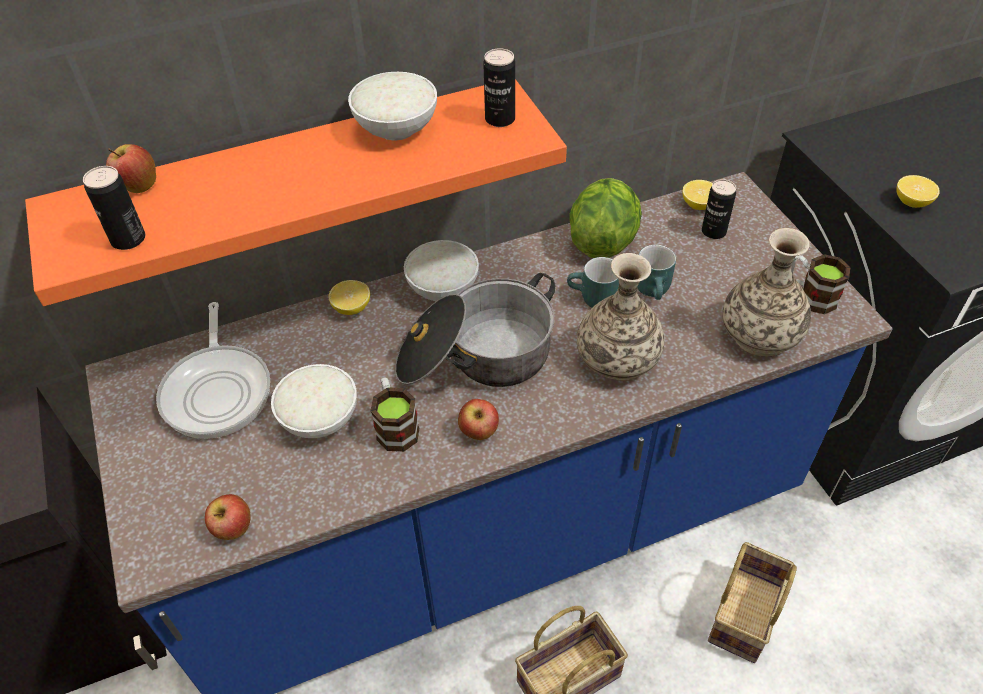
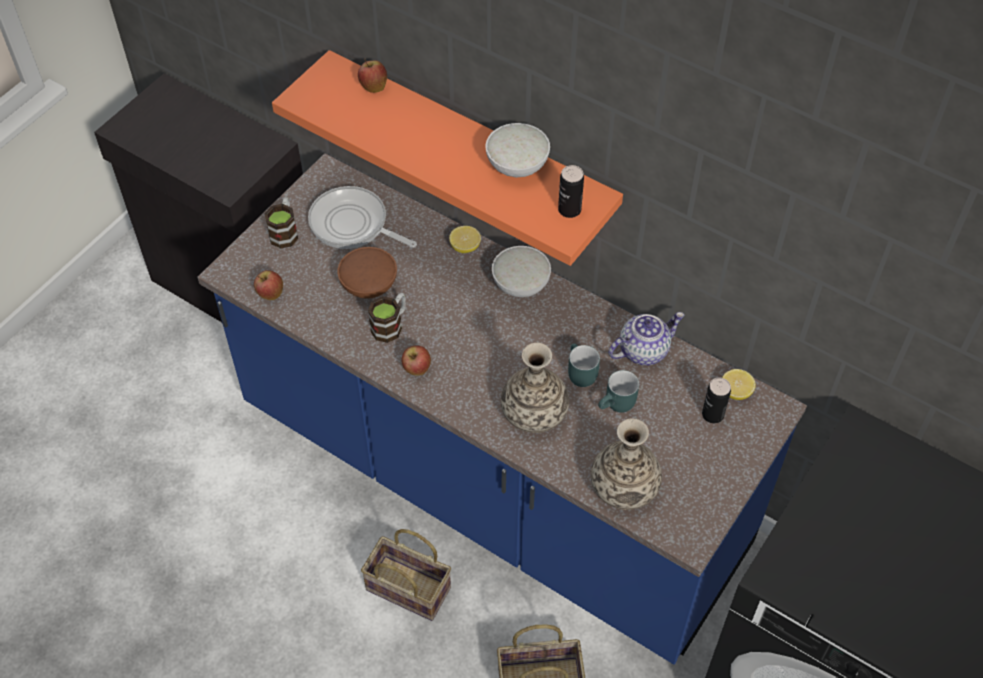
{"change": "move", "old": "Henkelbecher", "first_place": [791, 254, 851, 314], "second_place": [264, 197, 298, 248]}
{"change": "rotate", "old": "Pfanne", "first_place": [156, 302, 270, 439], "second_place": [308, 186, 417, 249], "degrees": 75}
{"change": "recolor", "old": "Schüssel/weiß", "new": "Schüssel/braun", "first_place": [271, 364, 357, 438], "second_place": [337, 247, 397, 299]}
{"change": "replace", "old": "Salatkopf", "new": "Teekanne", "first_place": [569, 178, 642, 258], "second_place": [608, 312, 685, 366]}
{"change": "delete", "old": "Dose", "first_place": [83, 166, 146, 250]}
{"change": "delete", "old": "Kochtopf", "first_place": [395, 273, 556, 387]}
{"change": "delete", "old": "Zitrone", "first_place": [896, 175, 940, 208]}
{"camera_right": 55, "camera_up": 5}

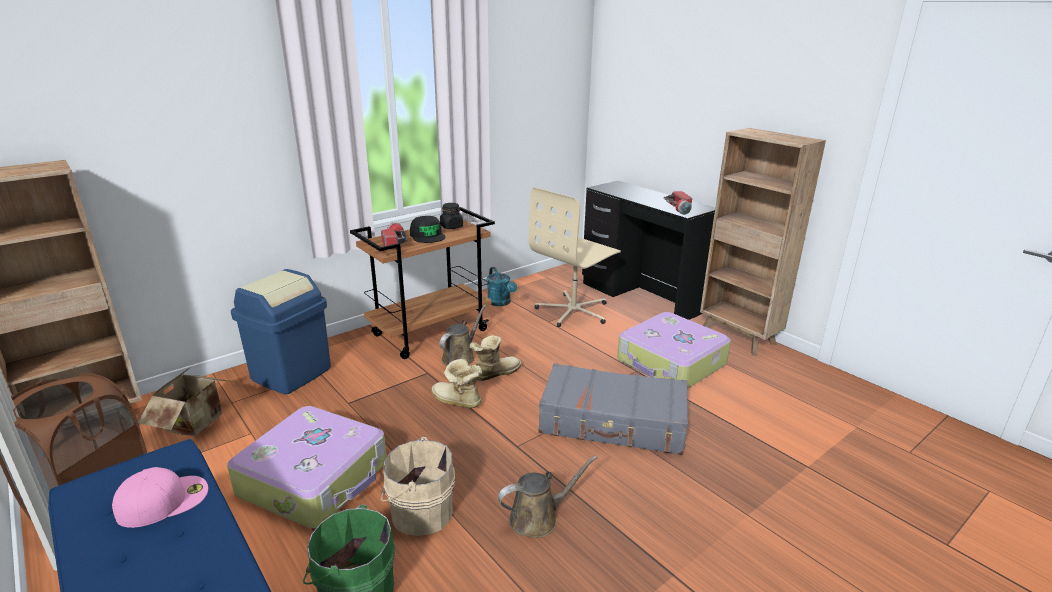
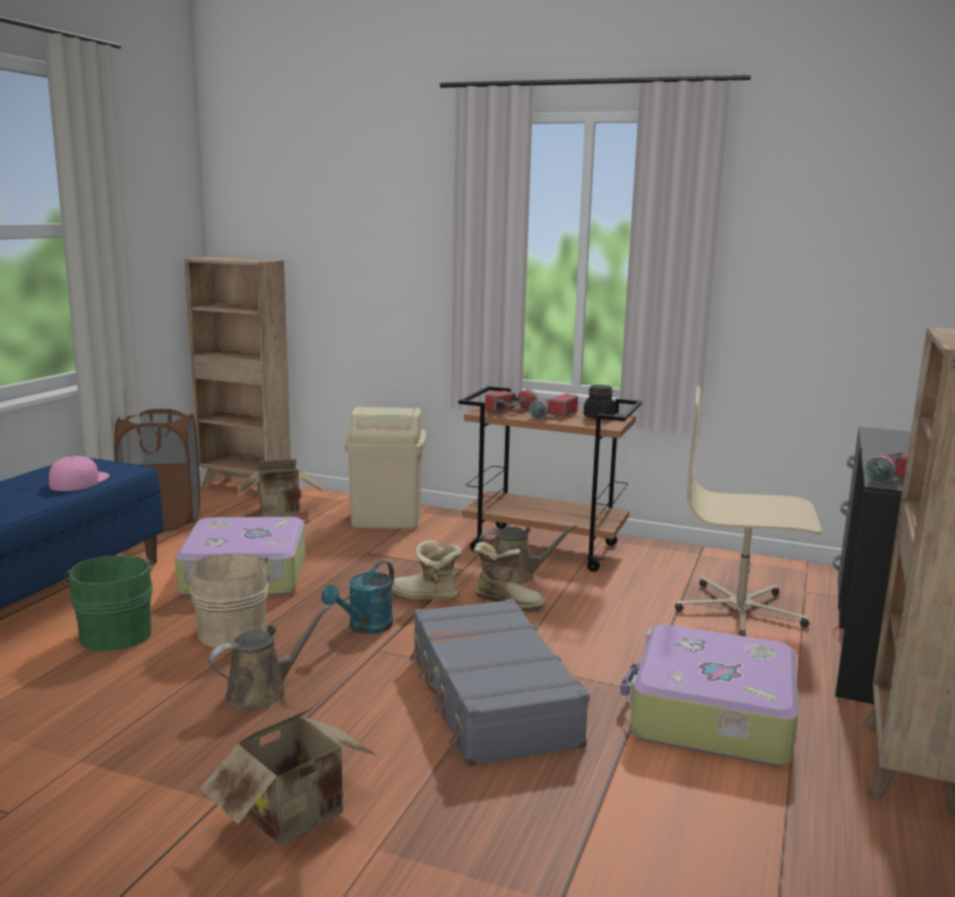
{"change": "rotate", "old": "Kappe/rosa", "first_place": [112, 467, 208, 528], "second_place": [49, 456, 110, 491], "degrees": -105}
{"change": "insert", "new": "Karton", "second_place": [201, 706, 376, 845]}
{"change": "rotate", "old": "Gießkanne/braun", "first_place": [498, 456, 598, 538], "second_place": [209, 605, 331, 709], "degrees": -75}
{"change": "move", "old": "Gießkanne/türkis", "first_place": [487, 267, 517, 306], "second_place": [321, 561, 394, 634]}
{"change": "recolor", "old": "Mülleimer/blau", "new": "Mülleimer/beige", "first_place": [231, 269, 331, 394], "second_place": [345, 407, 426, 529]}
{"change": "rotate", "old": "Stiefel", "first_place": [431, 359, 482, 408], "second_place": [391, 540, 463, 600], "degrees": -75}
{"change": "replace", "old": "Kappe/schwarz", "new": "Taschenlampe", "first_place": [410, 216, 446, 243], "second_place": [529, 393, 578, 419]}
{"camera_right": 60, "camera_up": -10}

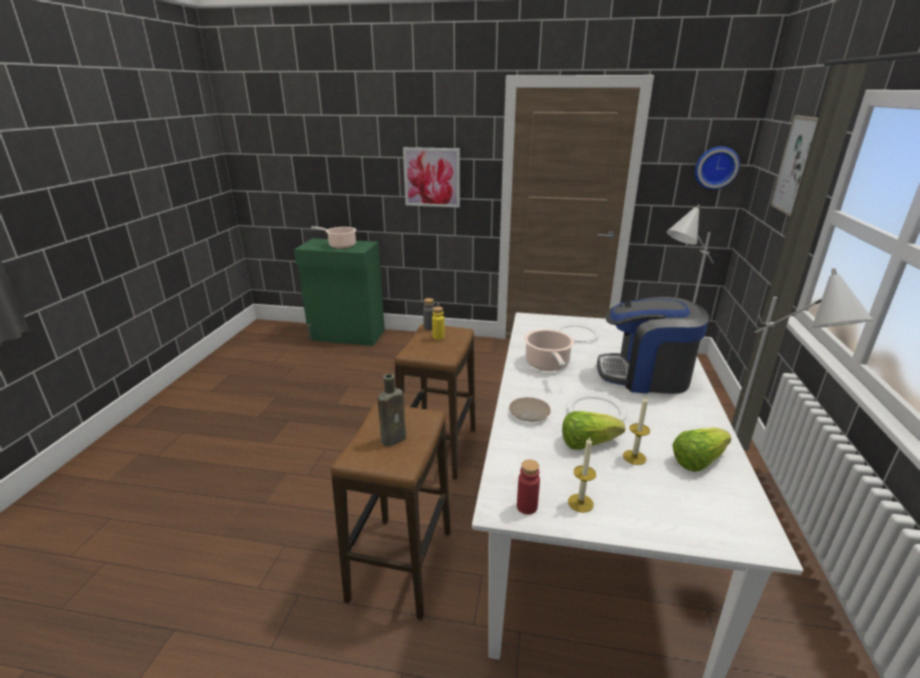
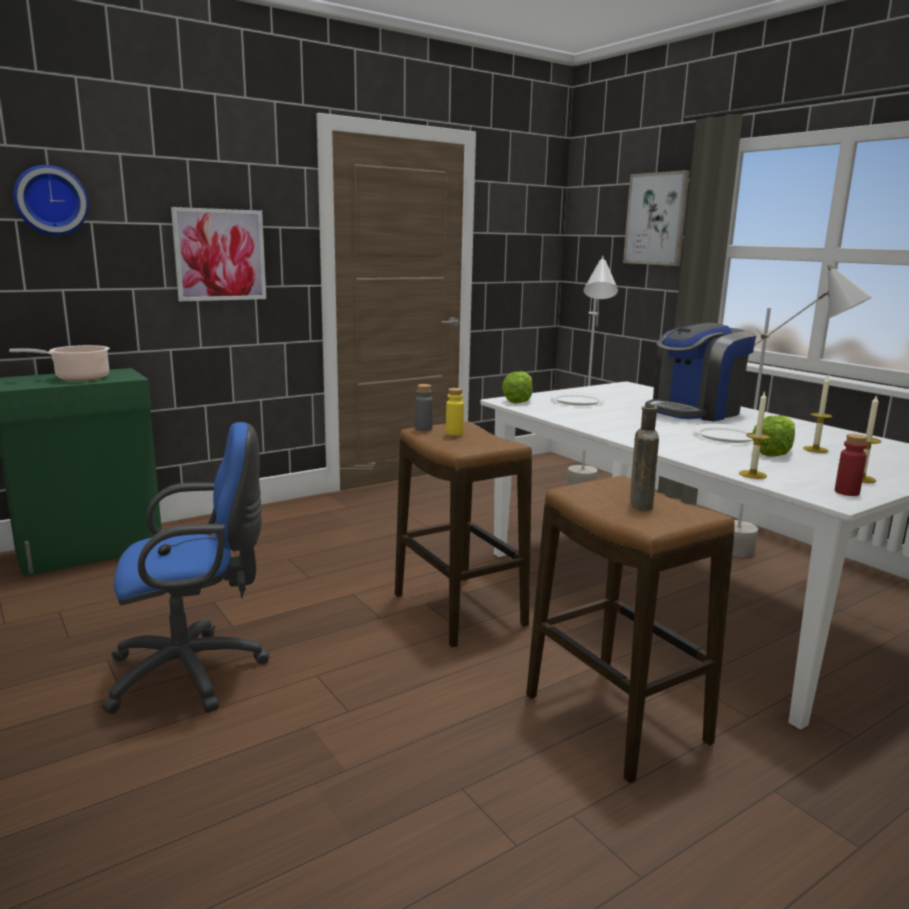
{"change": "move", "old": "Wanduhr", "first_place": [695, 146, 740, 189], "second_place": [13, 165, 89, 235]}
{"change": "insert", "new": "Bürostuhl/blau", "second_place": [101, 422, 269, 714]}
{"change": "move", "old": "Salatkopf", "first_place": [672, 427, 732, 472], "second_place": [502, 371, 532, 404]}
{"change": "insert", "new": "Kerze", "second_place": [739, 391, 770, 479]}
{"change": "delete", "old": "Teller/beige", "first_place": [509, 397, 551, 421]}
{"change": "delete", "old": "Kochtopf", "first_place": [524, 329, 574, 371]}
{"camera_right": -45, "camera_up": -10}

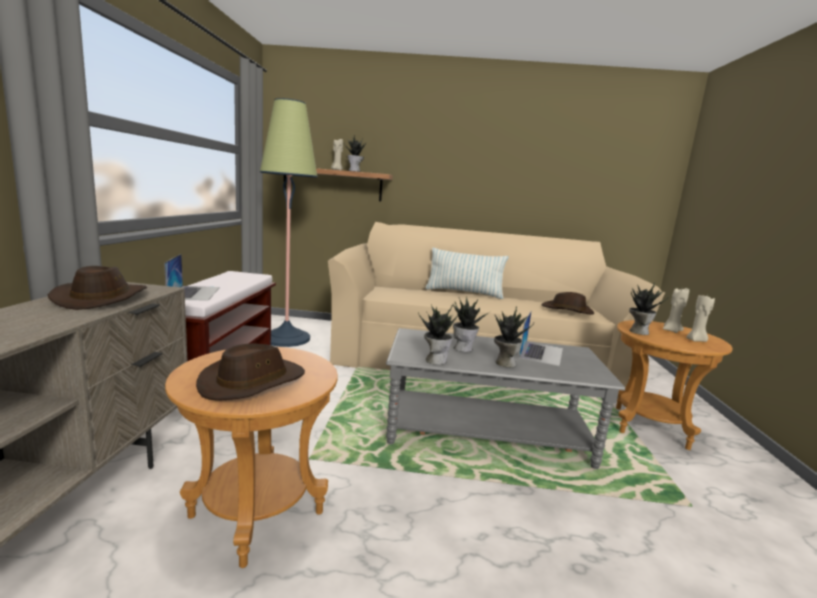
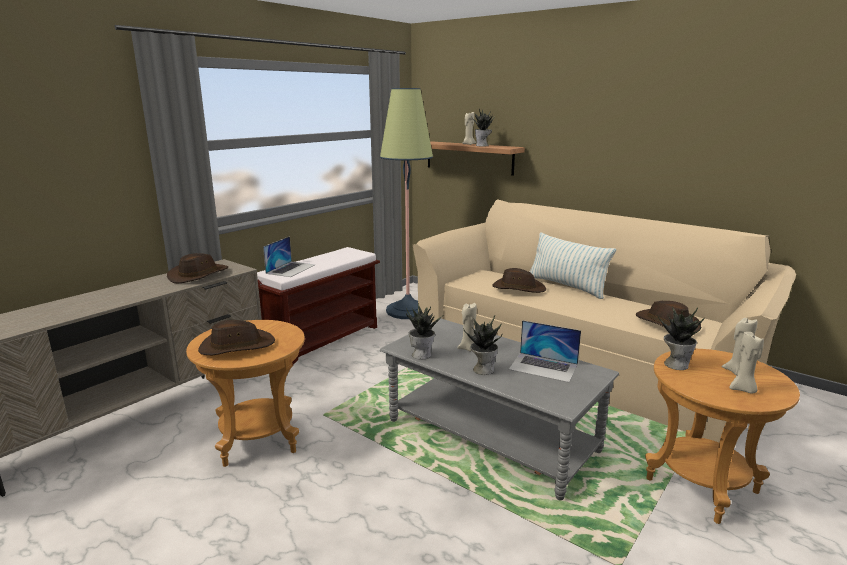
{"change": "replace", "old": "Topfpflanze", "new": "Kerze/beige", "first_place": [453, 297, 490, 352], "second_place": [457, 303, 477, 352]}
{"change": "insert", "new": "Hut/braun", "second_place": [493, 268, 546, 293]}
{"change": "rotate", "old": "Laptop", "first_place": [519, 310, 563, 366], "second_place": [509, 320, 581, 383], "degrees": 60}
{"camera_right": 35, "camera_up": 5}

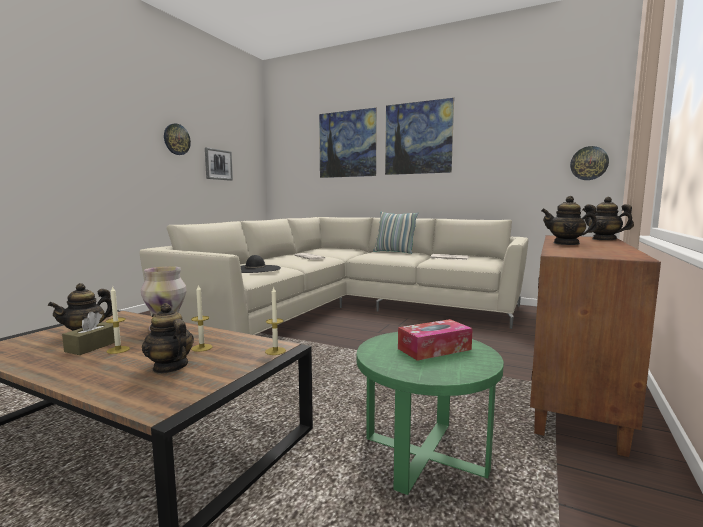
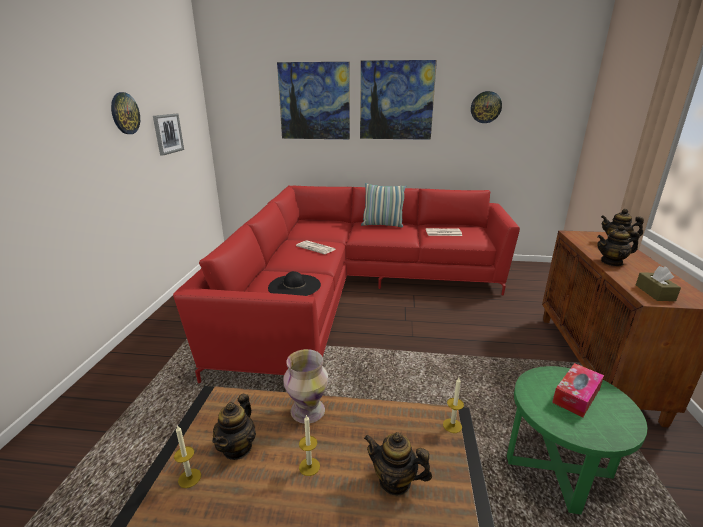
{"change": "recolor", "old": "Sofa/beige", "new": "Sofa/rot", "first_place": [140, 217, 529, 335], "second_place": [173, 186, 520, 383]}
{"change": "move", "old": "Kerze", "first_place": [191, 285, 213, 352], "second_place": [174, 425, 201, 488]}
{"change": "move", "old": "Wanduhr", "first_place": [570, 146, 609, 180], "second_place": [471, 91, 502, 123]}
{"change": "move", "old": "Taschentuchbox/braun", "first_place": [62, 312, 115, 355], "second_place": [636, 266, 681, 301]}
{"camera_right": -20, "camera_up": 15}

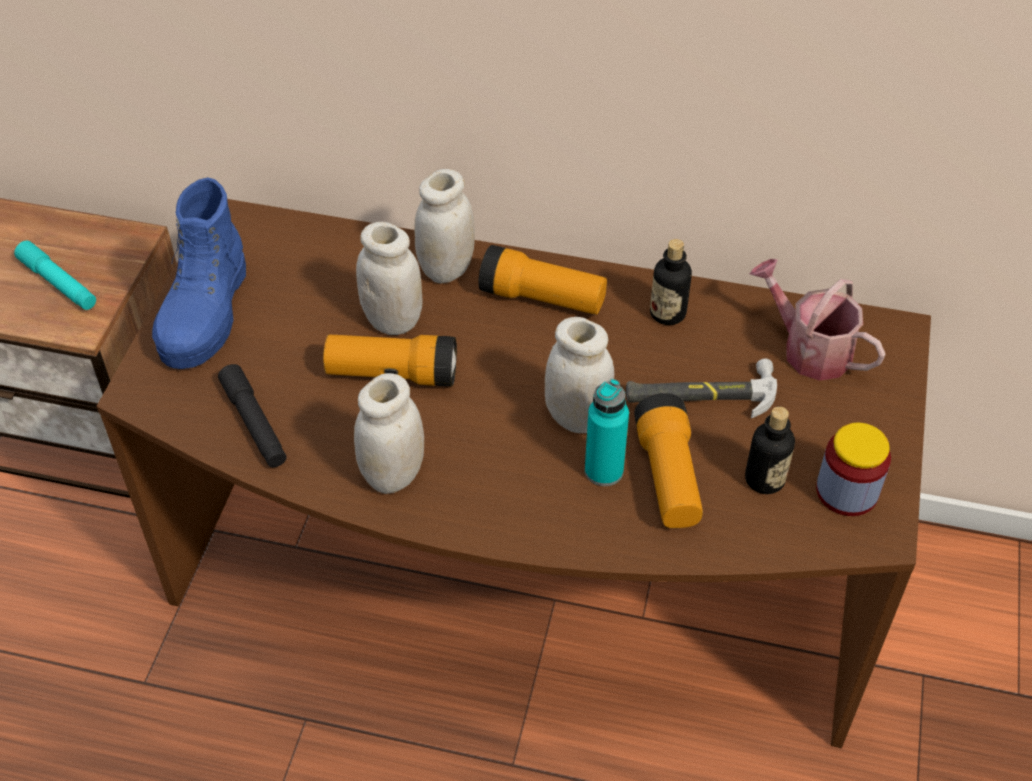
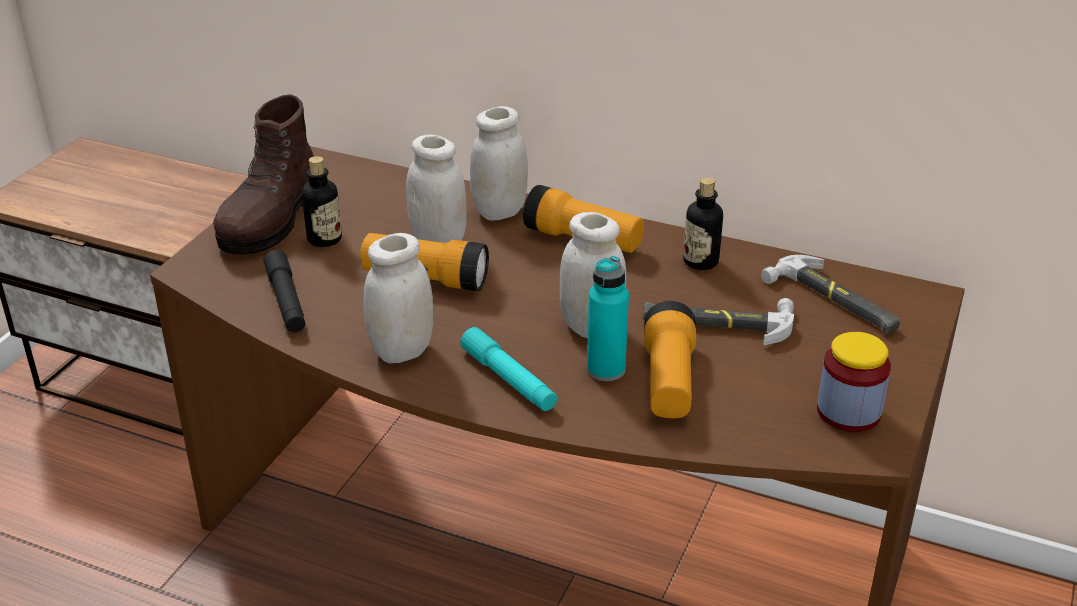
{"change": "recolor", "old": "Stiefel/blau", "new": "Stiefel/braun", "first_place": [152, 177, 246, 369], "second_place": [213, 94, 314, 254]}
{"change": "move", "old": "Flasche", "first_place": [745, 406, 795, 494], "second_place": [302, 156, 342, 247]}
{"change": "move", "old": "Taschenlampe/türkis", "first_place": [14, 240, 96, 310], "second_place": [460, 327, 557, 411]}
{"change": "replace", "old": "Gießkanne", "new": "Hammer", "first_place": [750, 259, 886, 381], "second_place": [761, 255, 900, 334]}
{"camera_right": 10, "camera_up": -15}

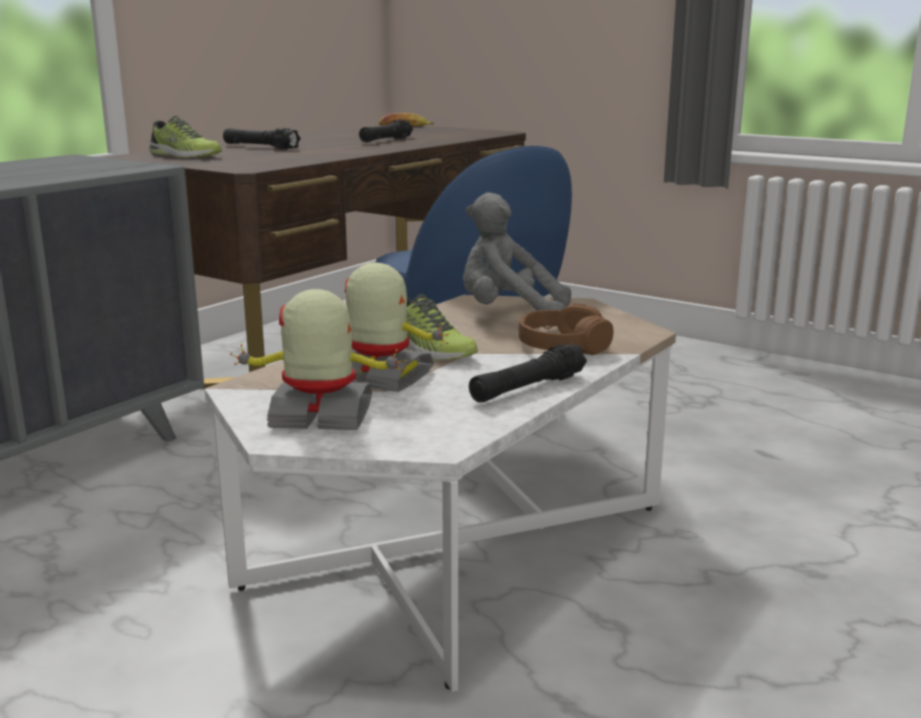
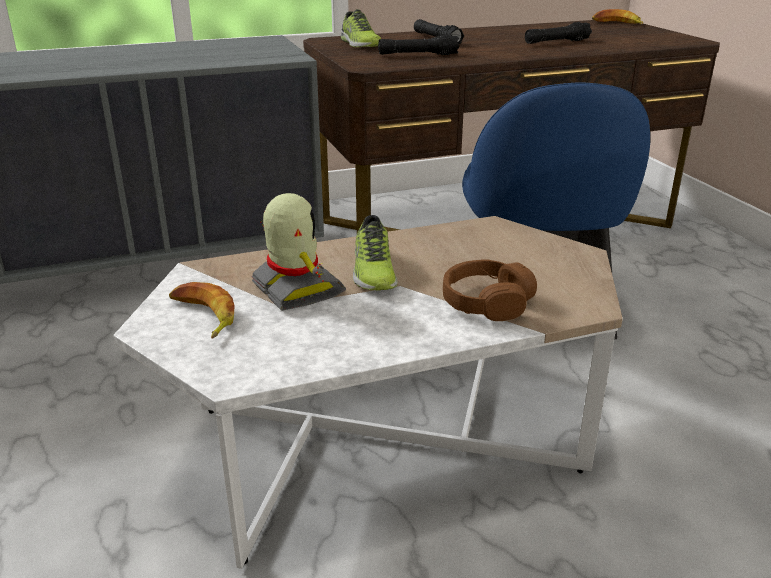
{"change": "replace", "old": "Spielzeugroboter", "new": "Banane", "first_place": [230, 289, 406, 430], "second_place": [169, 282, 235, 338]}
{"change": "move", "old": "Taschenlampe/schwarz", "first_place": [469, 344, 587, 403], "second_place": [378, 35, 459, 55]}
{"change": "delete", "old": "Plüschtier/grau", "first_place": [463, 192, 571, 311]}
{"camera_right": 35, "camera_up": 10}

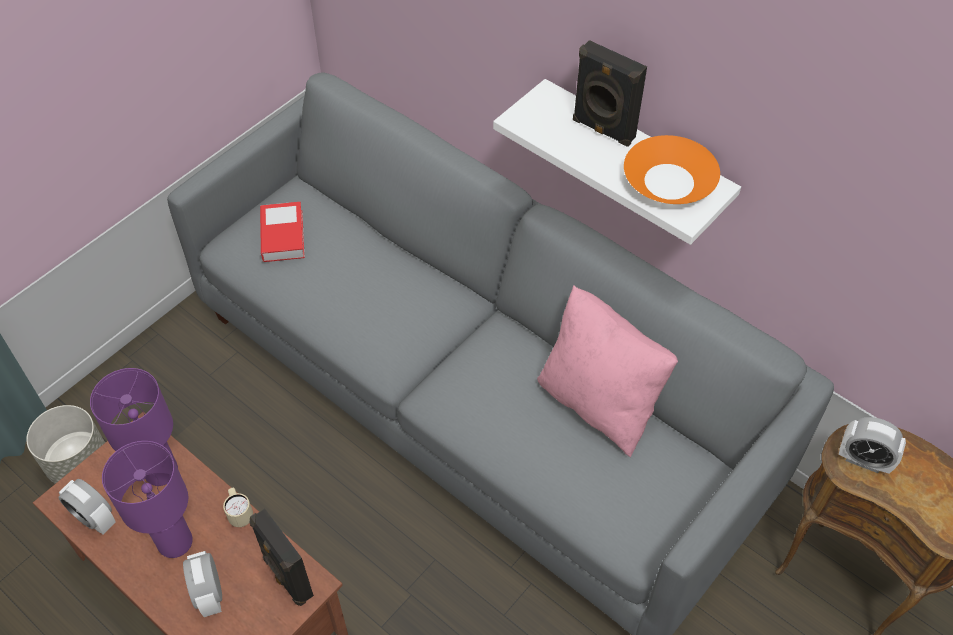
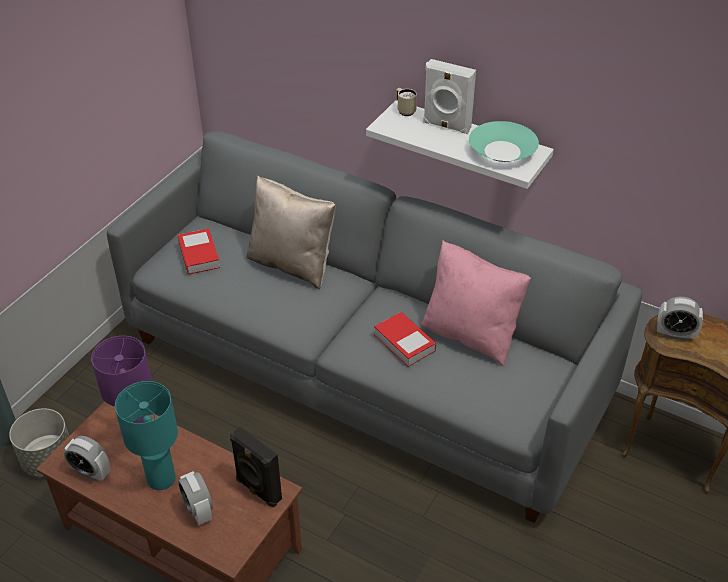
{"change": "recolor", "old": "Tischlampe/lila", "new": "Tischlampe/türkis", "first_place": [102, 441, 193, 558], "second_place": [115, 381, 178, 490]}
{"change": "insert", "new": "Kissen/beige", "second_place": [246, 176, 335, 289]}
{"change": "insert", "new": "Buch", "second_place": [374, 312, 436, 367]}
{"change": "move", "old": "Henkelbecher/beige", "first_place": [223, 488, 253, 527], "second_place": [396, 88, 417, 116]}
{"change": "recolor", "old": "Lautsprecher/schwarz", "new": "Lautsprecher/weiß", "first_place": [573, 40, 647, 147], "second_place": [423, 59, 476, 134]}
{"change": "recolor", "old": "Schüssel/orange", "new": "Schüssel/türkis", "first_place": [624, 135, 720, 204], "second_place": [469, 121, 539, 162]}
{"camera_right": -10, "camera_up": -10}

